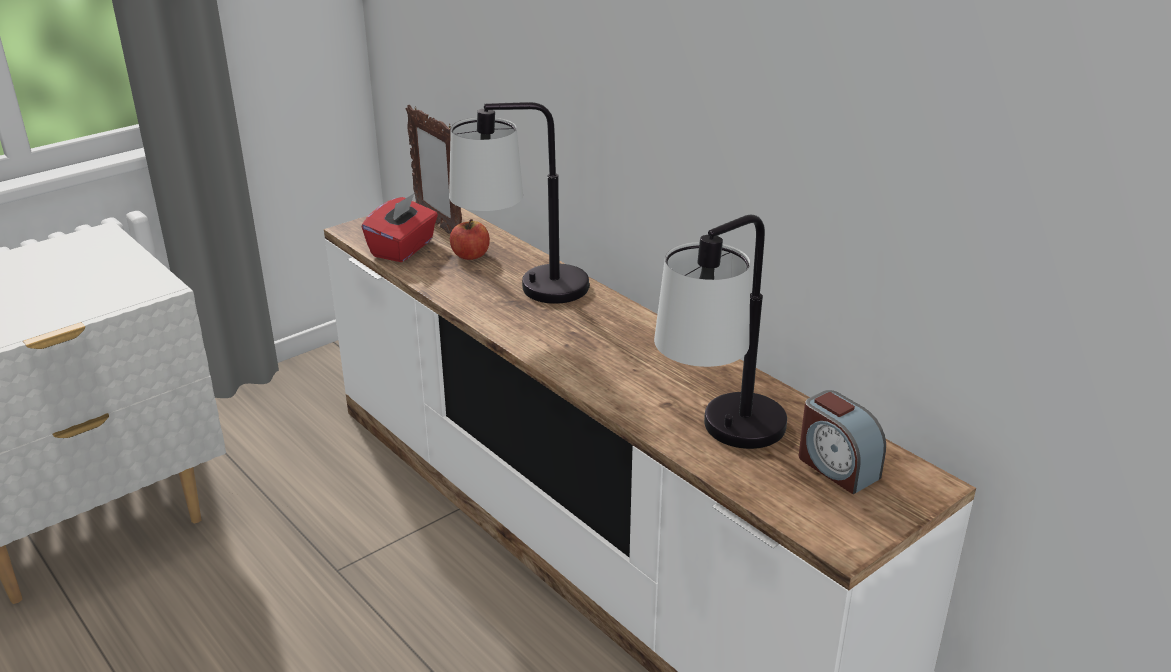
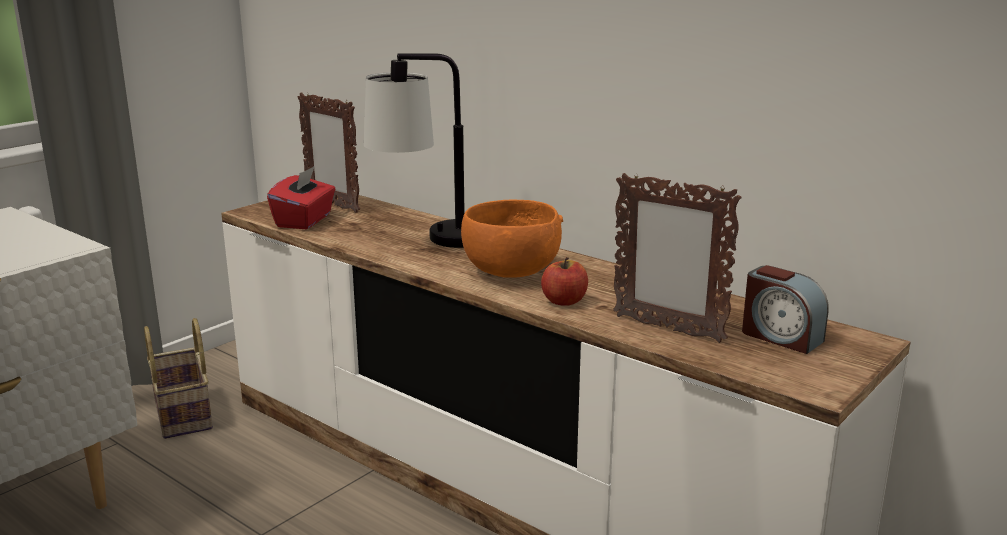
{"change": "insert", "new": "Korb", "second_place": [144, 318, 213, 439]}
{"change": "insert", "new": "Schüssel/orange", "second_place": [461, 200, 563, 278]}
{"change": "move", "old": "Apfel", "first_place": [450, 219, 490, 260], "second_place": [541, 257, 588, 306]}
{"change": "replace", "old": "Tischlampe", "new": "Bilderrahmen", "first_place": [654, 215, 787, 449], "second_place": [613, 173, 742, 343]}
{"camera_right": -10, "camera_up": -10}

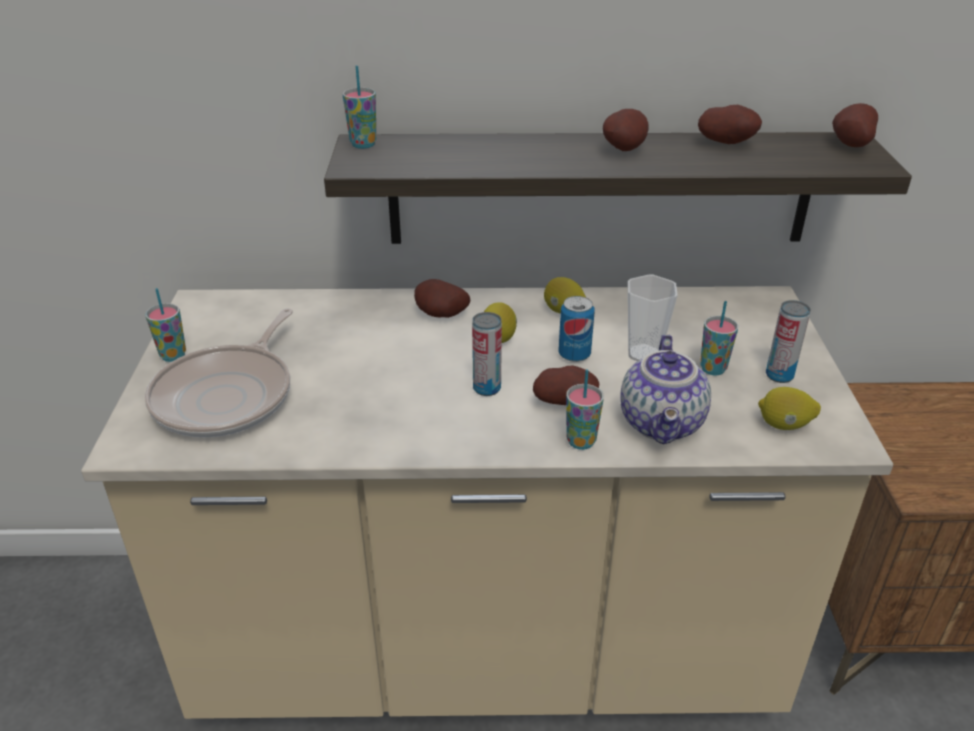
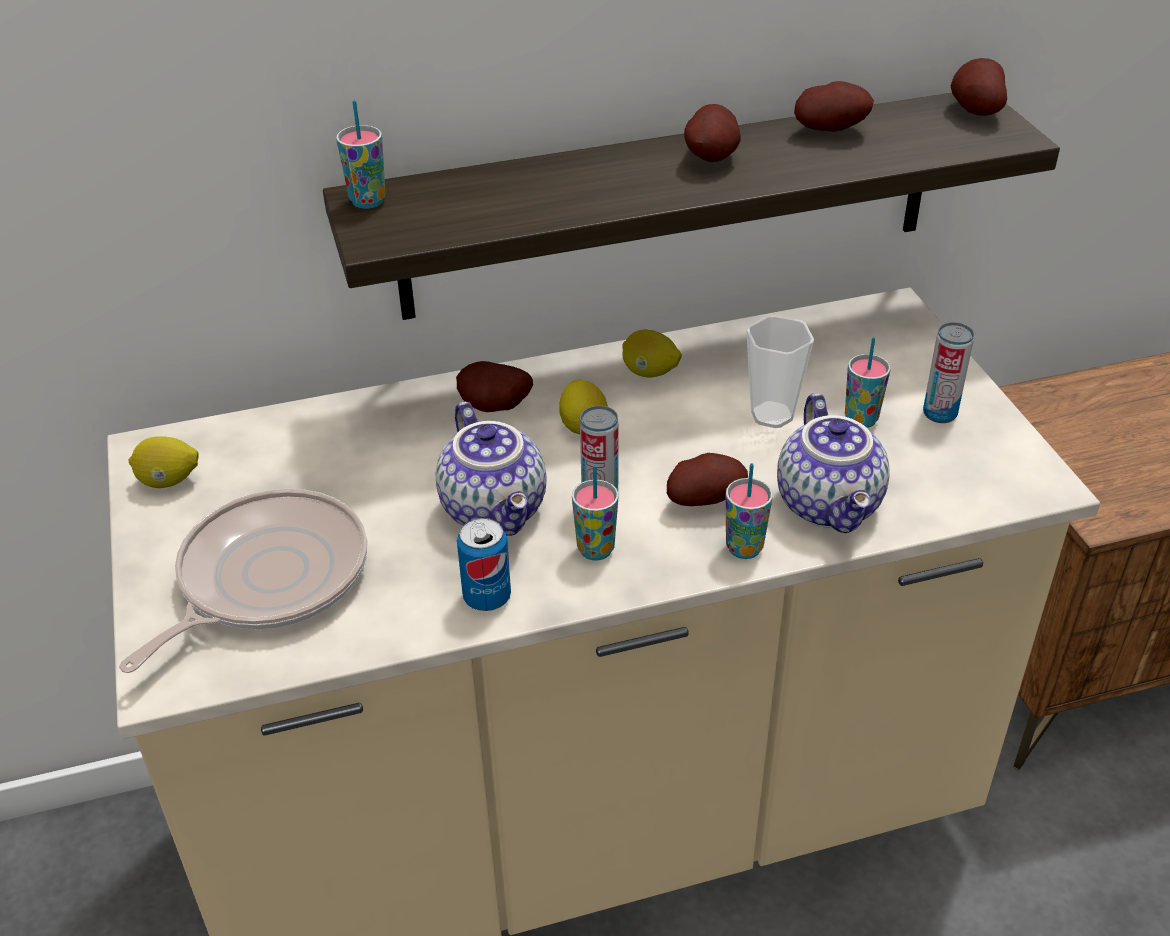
{"change": "rotate", "old": "Pfanne", "first_place": [145, 308, 293, 438], "second_place": [119, 489, 367, 673], "degrees": -150}
{"change": "move", "old": "Zitrone", "first_place": [758, 387, 821, 430], "second_place": [129, 436, 199, 488]}
{"change": "insert", "new": "Teekanne", "second_place": [436, 402, 547, 536]}
{"change": "move", "old": "Dose", "first_place": [559, 296, 595, 362], "second_place": [457, 518, 511, 611]}
{"change": "move", "old": "Tasse", "first_place": [145, 288, 186, 362], "second_place": [572, 465, 619, 561]}
{"camera_right": -15, "camera_up": 5}

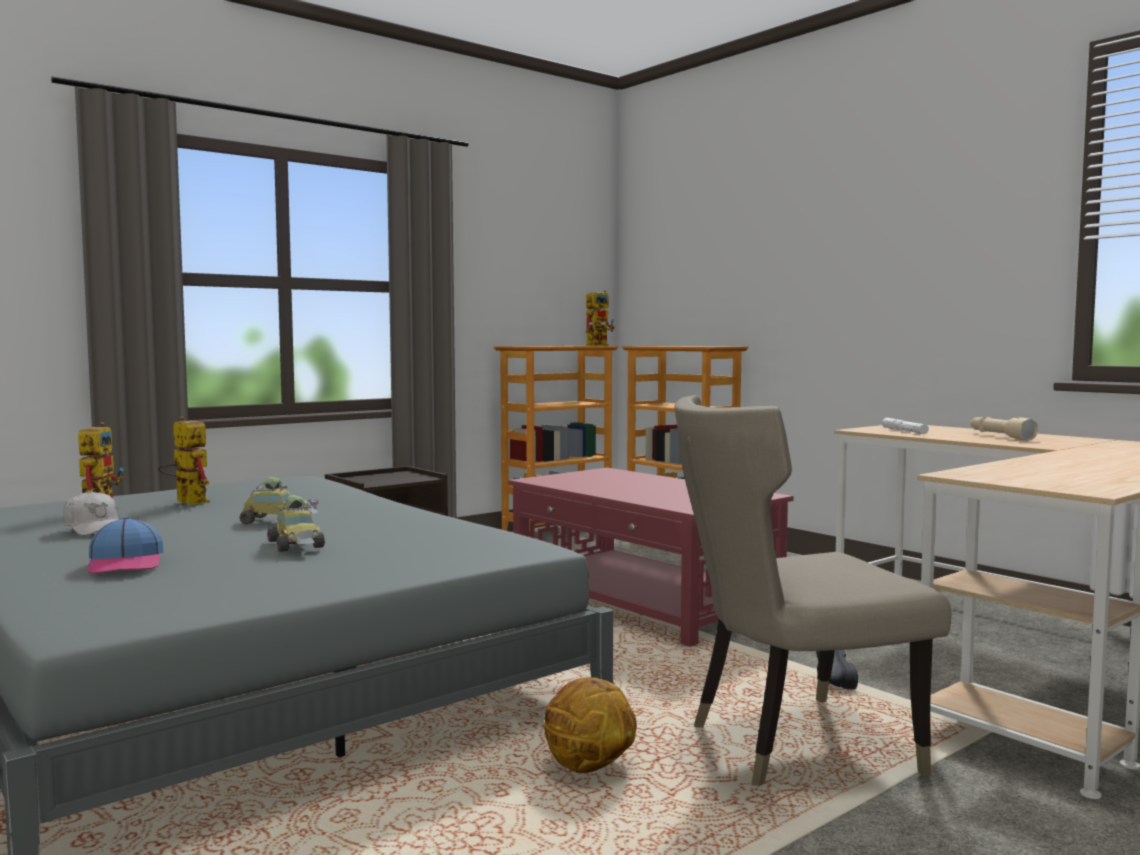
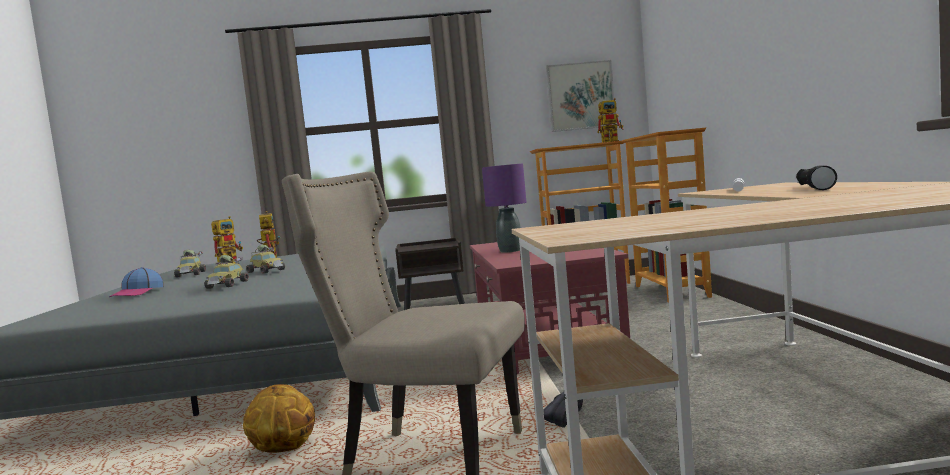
{"change": "replace", "old": "Kappe/weiß", "new": "Spielzeugauto", "first_place": [63, 491, 119, 536], "second_place": [174, 249, 206, 278]}
{"change": "insert", "new": "Tischlampe/lila", "second_place": [482, 164, 526, 253]}
{"change": "insert", "new": "Bild", "second_place": [546, 60, 616, 132]}
{"change": "recolor", "old": "Taschenlampe/beige", "new": "Taschenlampe/schwarz", "first_place": [970, 417, 1038, 441], "second_place": [796, 166, 837, 190]}
{"camera_right": 35, "camera_up": 0}

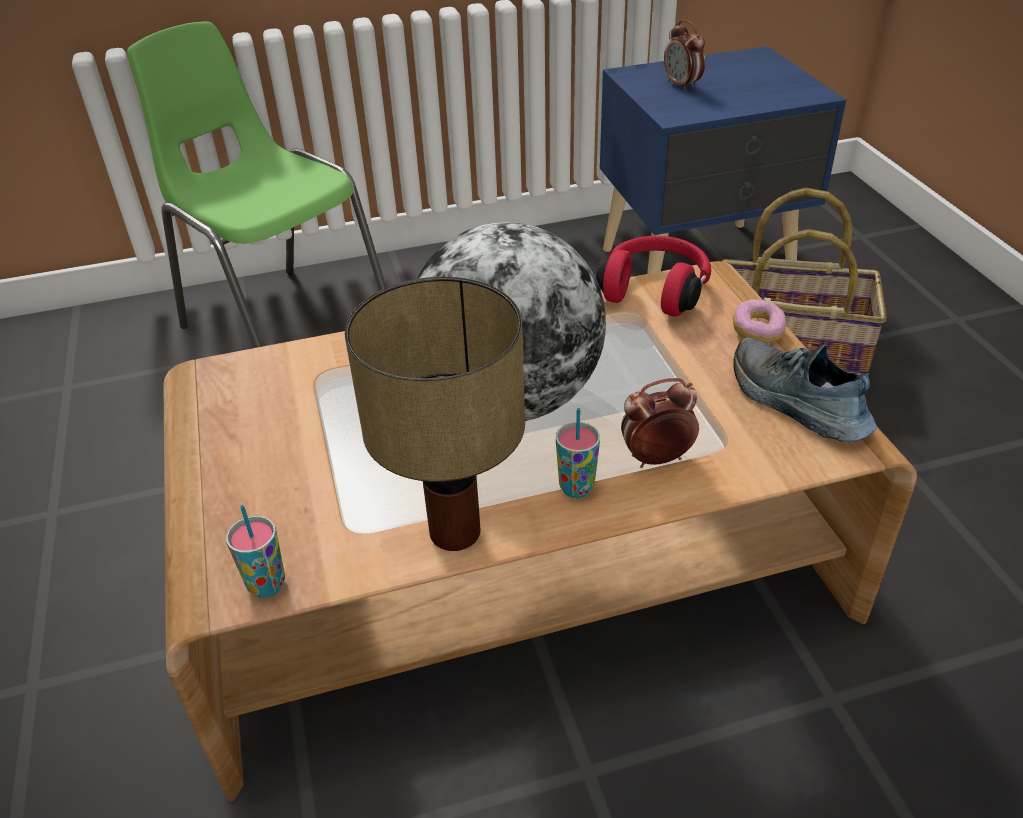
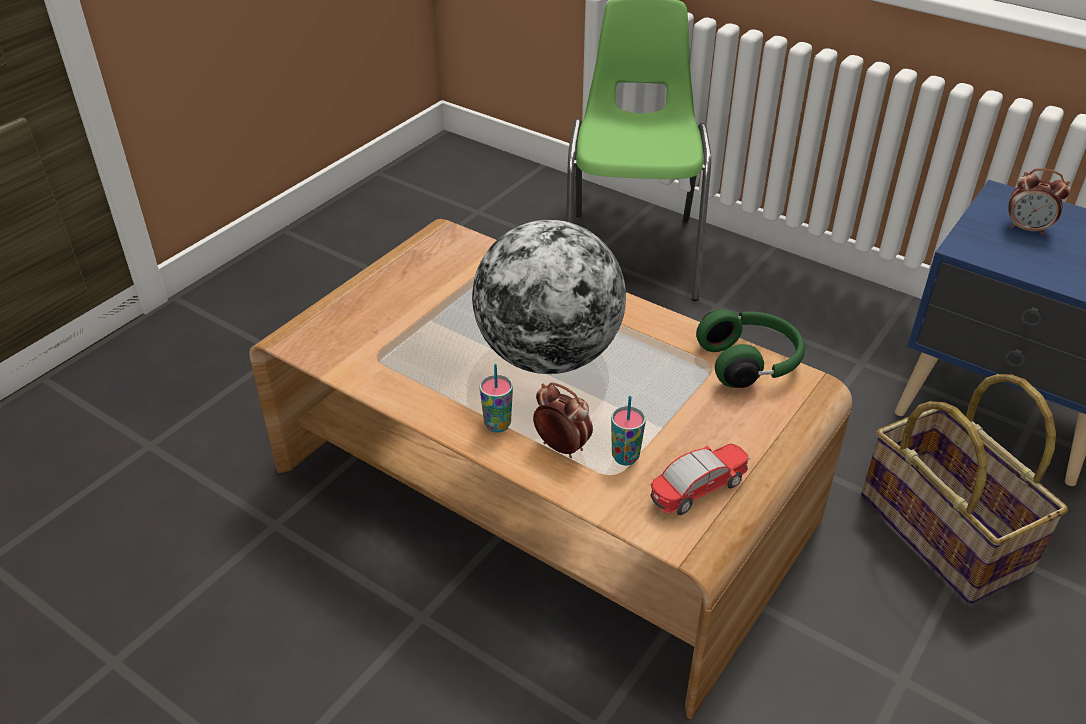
{"change": "move", "old": "Tasse", "first_place": [226, 505, 285, 598], "second_place": [611, 396, 646, 465]}
{"change": "replace", "old": "Schuh", "new": "Spielzeugauto", "first_place": [734, 337, 877, 442], "second_place": [650, 444, 750, 515]}
{"change": "recolor", "old": "Kopfhörer/rot", "new": "Kopfhörer/grün", "first_place": [596, 236, 711, 317], "second_place": [696, 309, 805, 388]}
{"change": "rotate", "old": "Wecker", "first_place": [664, 19, 705, 92], "second_place": [1008, 168, 1070, 236], "degrees": -90}
{"change": "delete", "old": "Tischlampe", "first_place": [345, 277, 525, 551]}
{"change": "delete", "old": "Donut", "first_place": [733, 299, 786, 344]}
{"camera_right": 50, "camera_up": 0}

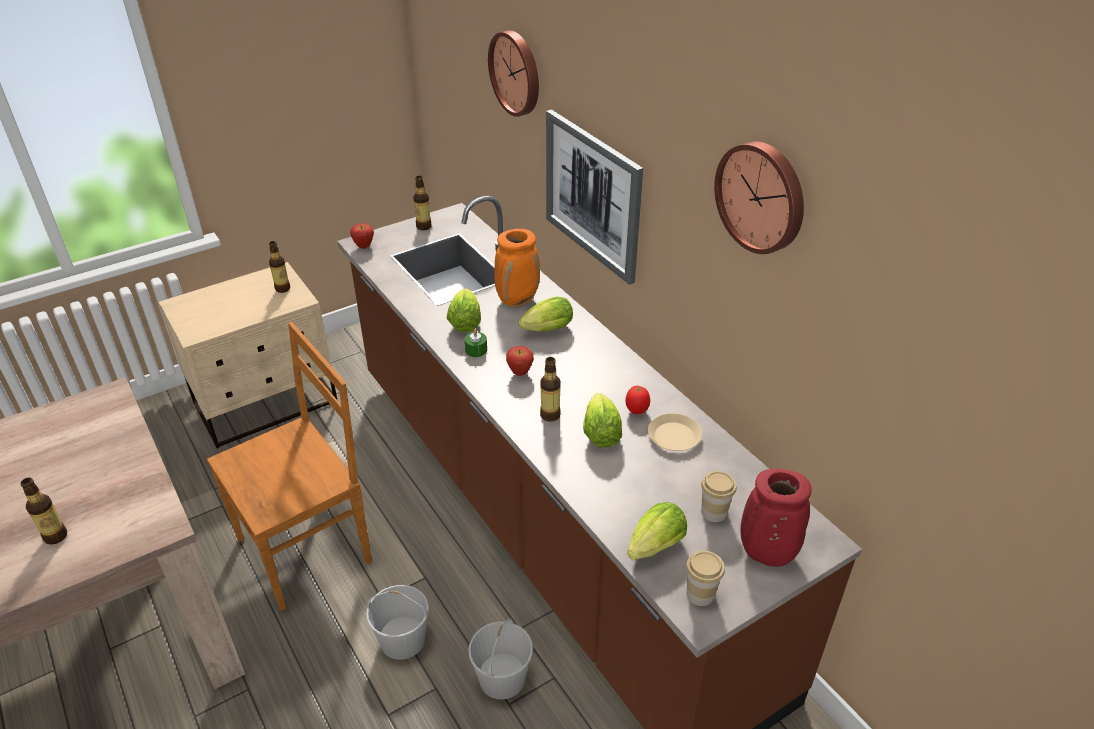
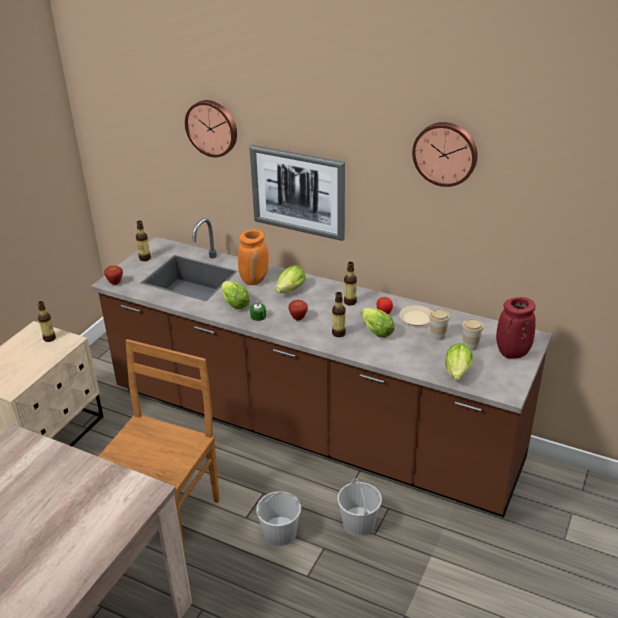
{"change": "move", "old": "Flasche", "first_place": [20, 478, 67, 545], "second_place": [344, 262, 357, 306]}
{"change": "move", "old": "Tasse", "first_place": [686, 551, 725, 606], "second_place": [429, 309, 450, 340]}
{"camera_right": -30, "camera_up": -5}

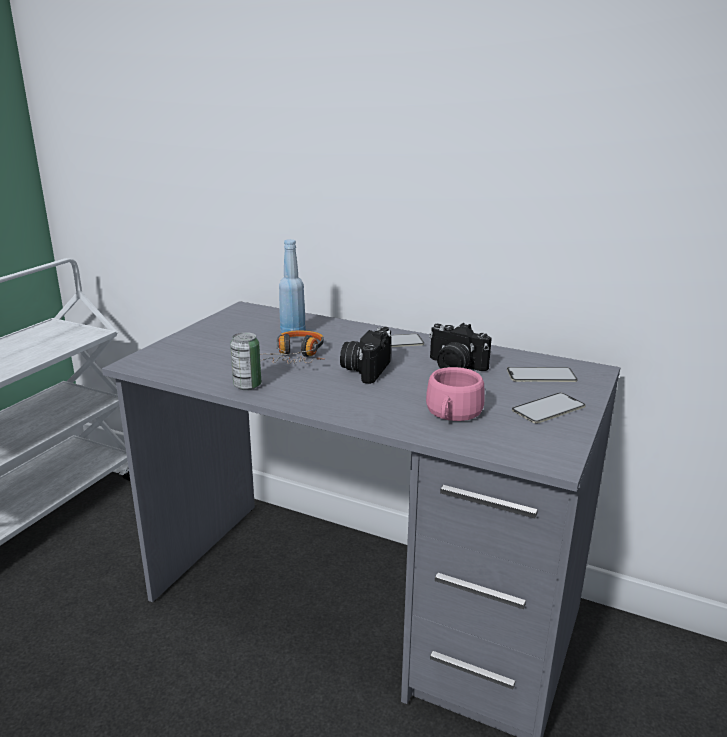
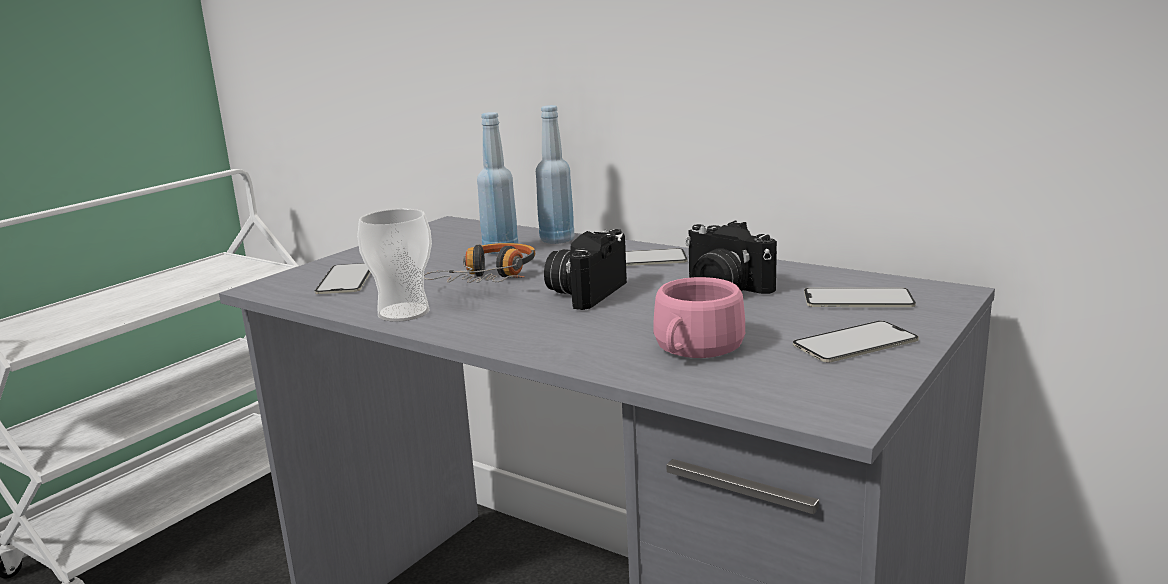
{"change": "insert", "new": "Handy", "second_place": [315, 263, 371, 294]}
{"change": "replace", "old": "Dose", "new": "Tasse", "first_place": [230, 332, 261, 390], "second_place": [357, 209, 432, 322]}
{"change": "insert", "new": "Flasche/blau", "second_place": [536, 105, 575, 244]}
{"camera_right": 10, "camera_up": -5}

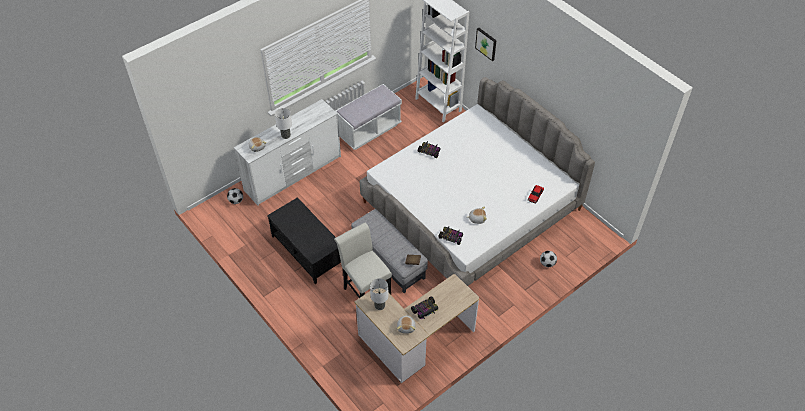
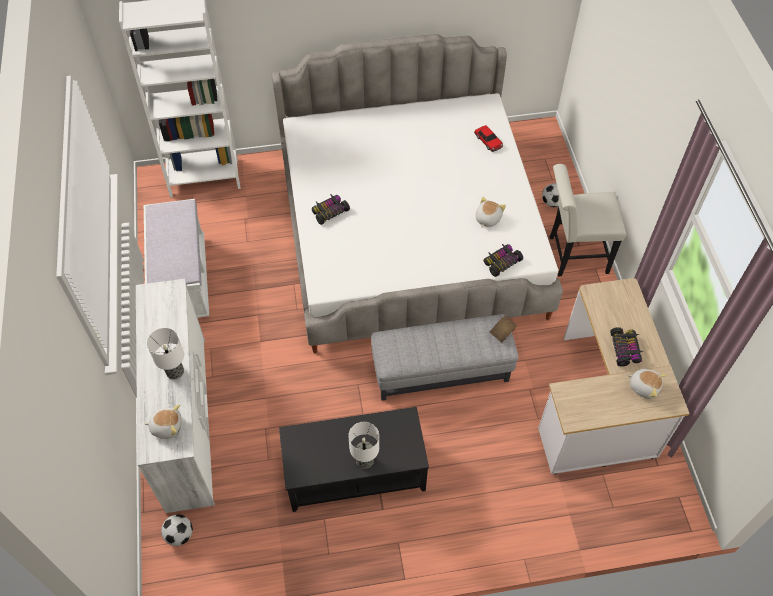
{"change": "move", "old": "Tischlampe", "first_place": [370, 279, 389, 310], "second_place": [348, 422, 379, 469]}
{"change": "move", "old": "Stuhl/weiß", "first_place": [334, 223, 392, 298], "second_place": [549, 164, 626, 277]}
{"change": "delete", "old": "Bild", "first_place": [475, 28, 497, 61]}
{"camera_right": -60, "camera_up": 5}

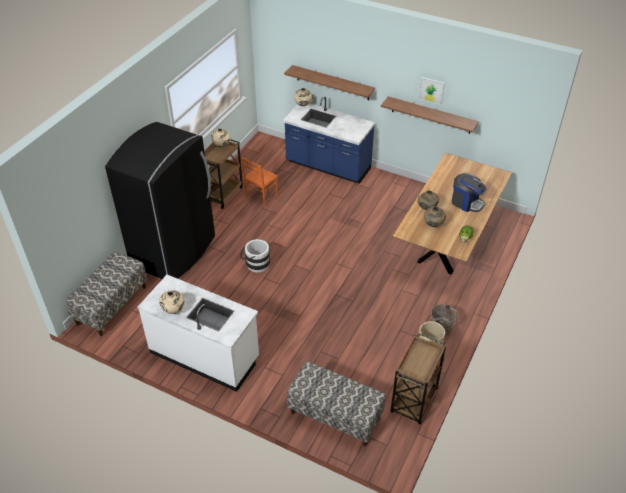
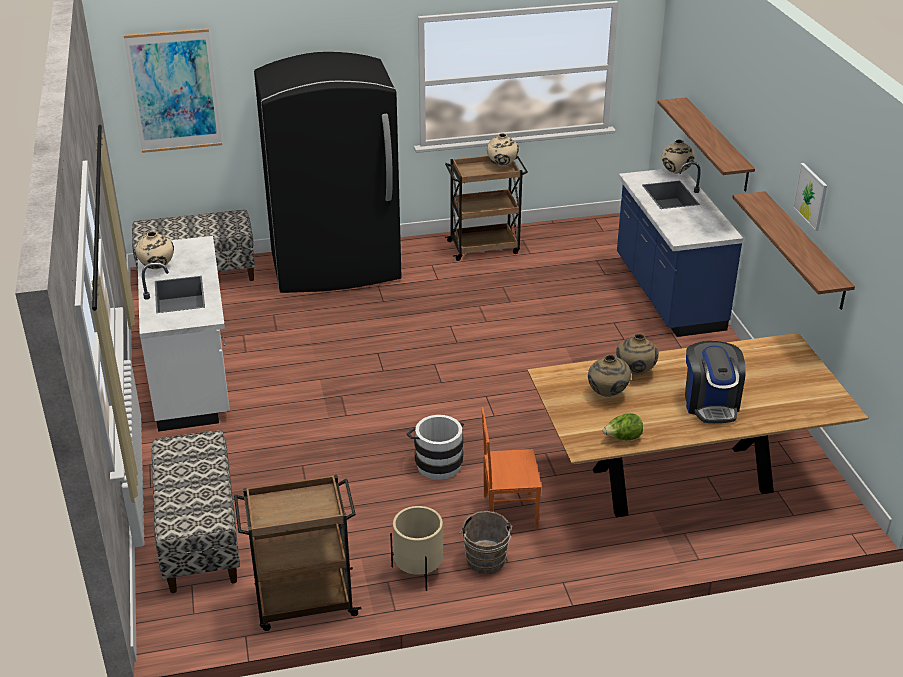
{"change": "insert", "new": "Bild", "second_place": [124, 28, 222, 153]}
{"change": "move", "old": "Eimer/weiß", "first_place": [240, 239, 270, 272], "second_place": [407, 415, 464, 480]}
{"change": "move", "old": "Stuhl/orange", "first_place": [242, 158, 278, 206], "second_place": [482, 407, 542, 530]}
{"camera_right": 50, "camera_up": -10}

